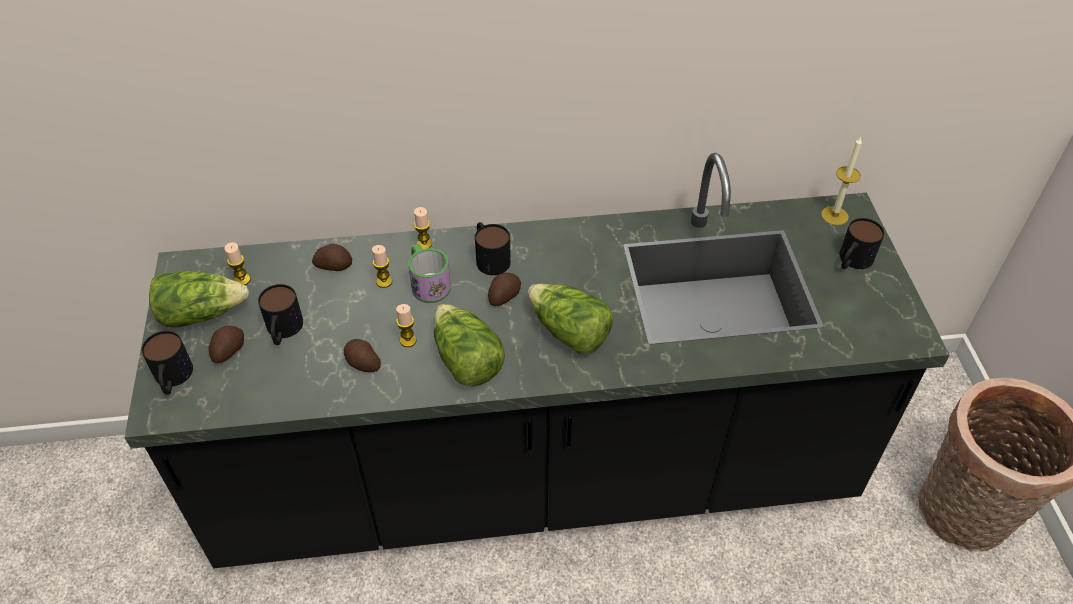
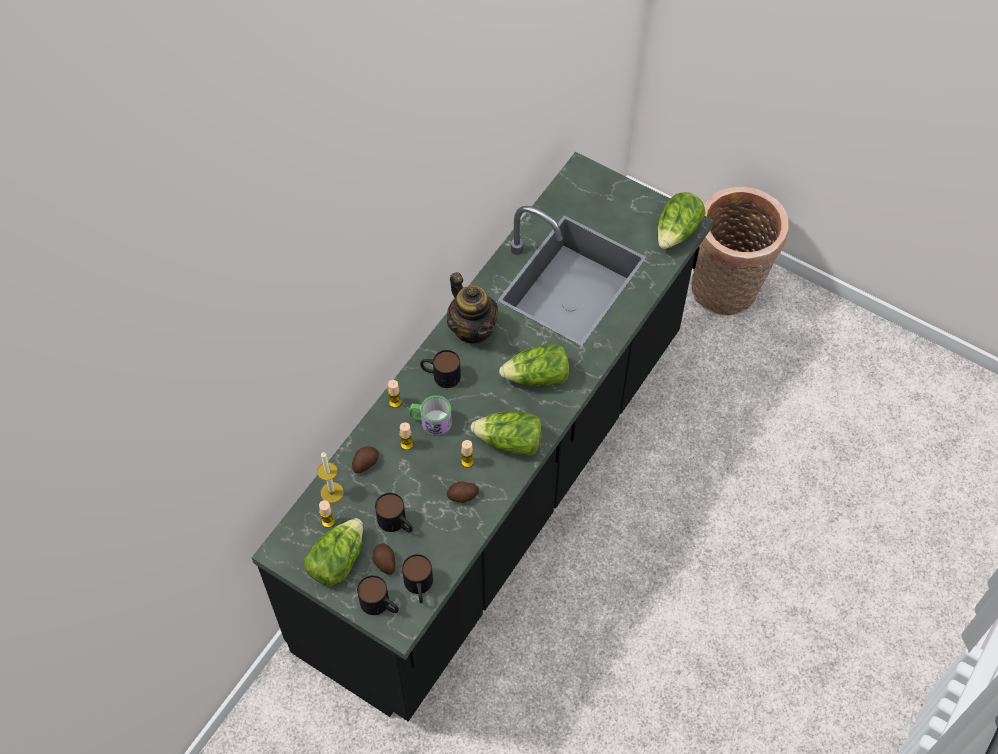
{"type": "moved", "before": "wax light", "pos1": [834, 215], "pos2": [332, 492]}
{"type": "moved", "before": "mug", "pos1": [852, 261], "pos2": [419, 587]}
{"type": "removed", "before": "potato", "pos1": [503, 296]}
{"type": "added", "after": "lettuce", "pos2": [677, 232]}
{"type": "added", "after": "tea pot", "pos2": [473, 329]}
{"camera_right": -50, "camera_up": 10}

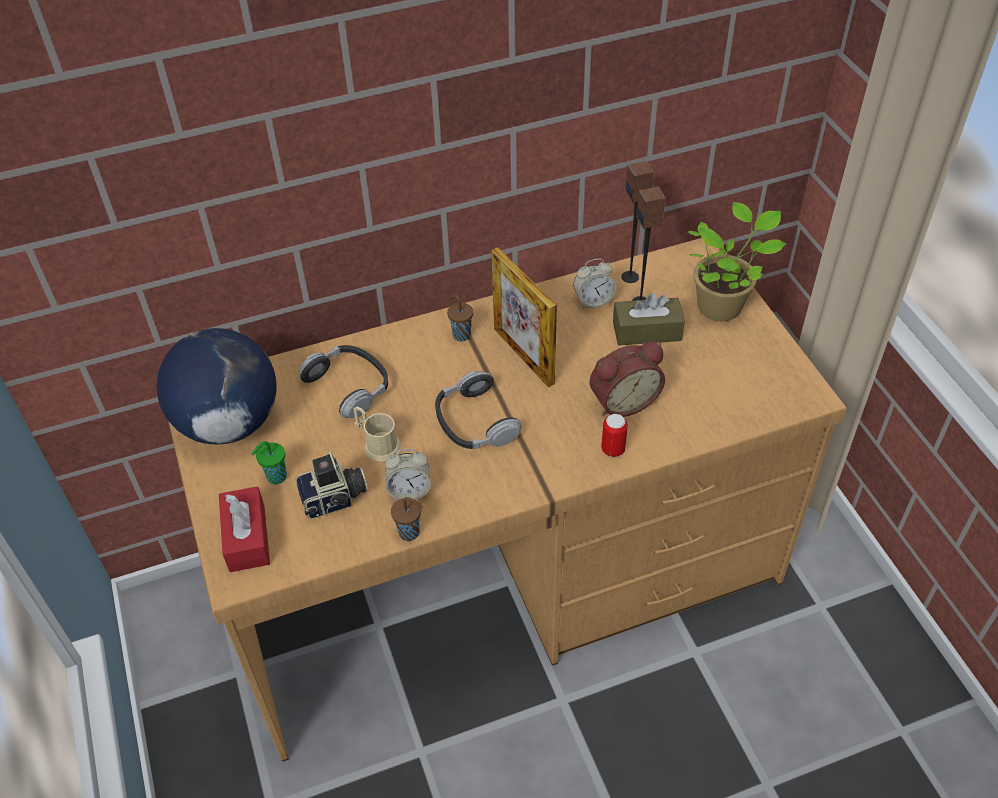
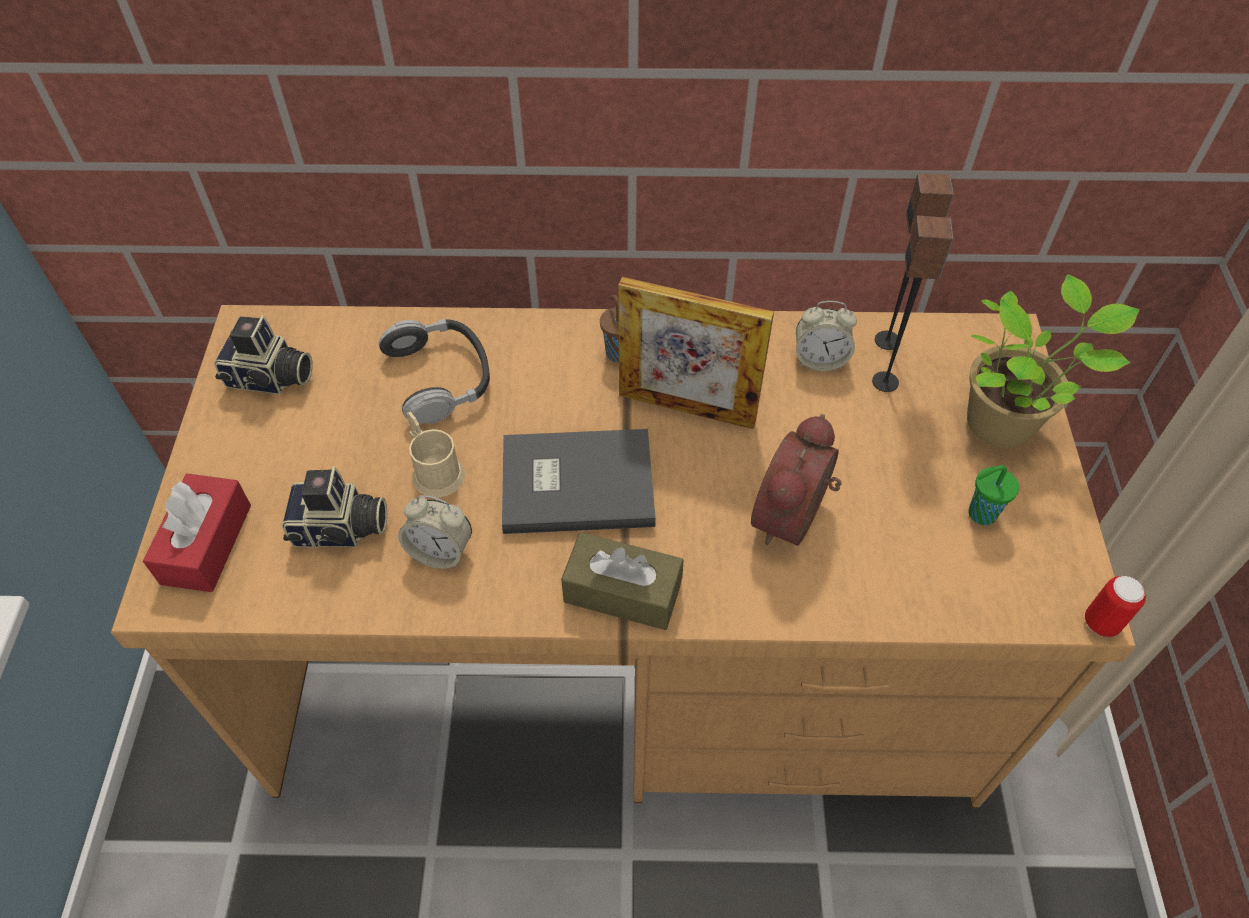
{"type": "turned", "before": "picture frame", "pos1": [523, 356], "pos2": [686, 408], "turn": -60}
{"type": "moved", "before": "brownish tissue holder", "pos1": [647, 331], "pos2": [622, 592]}
{"type": "replaced", "before": "world globe", "after": "photo camera", "pos1": [228, 423], "pos2": [270, 379]}
{"type": "turned", "before": "table clock", "pos1": [622, 400], "pos2": [794, 519], "turn": 120}
{"type": "replaced", "before": "headphones", "after": "gray bound book", "pos1": [474, 422], "pos2": [575, 481]}
{"type": "moved", "before": "can", "pos1": [613, 450], "pos2": [1101, 623]}
{"type": "moved", "before": "green cup", "pos1": [275, 477], "pos2": [980, 514]}
{"type": "removed", "before": "brownish cup", "pos1": [410, 533]}
{"camera_right": 20, "camera_up": 5}

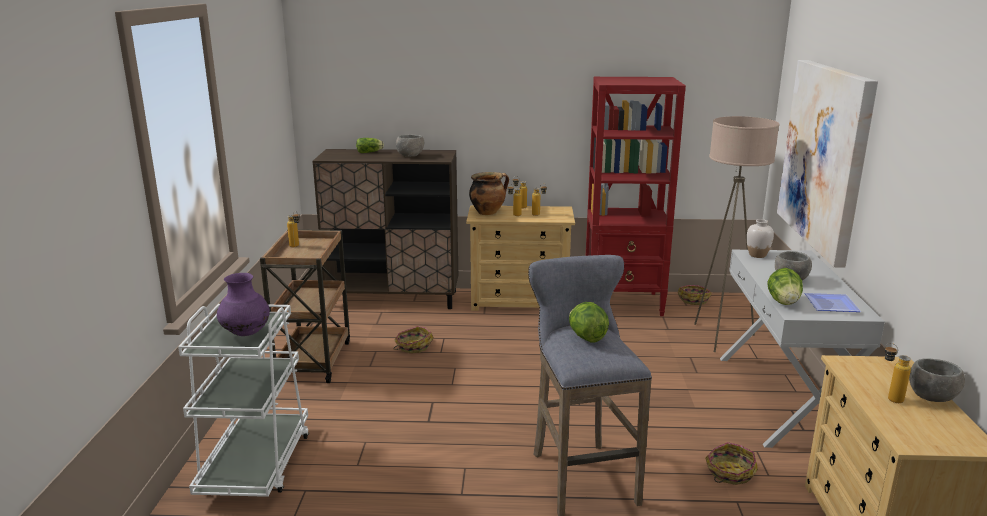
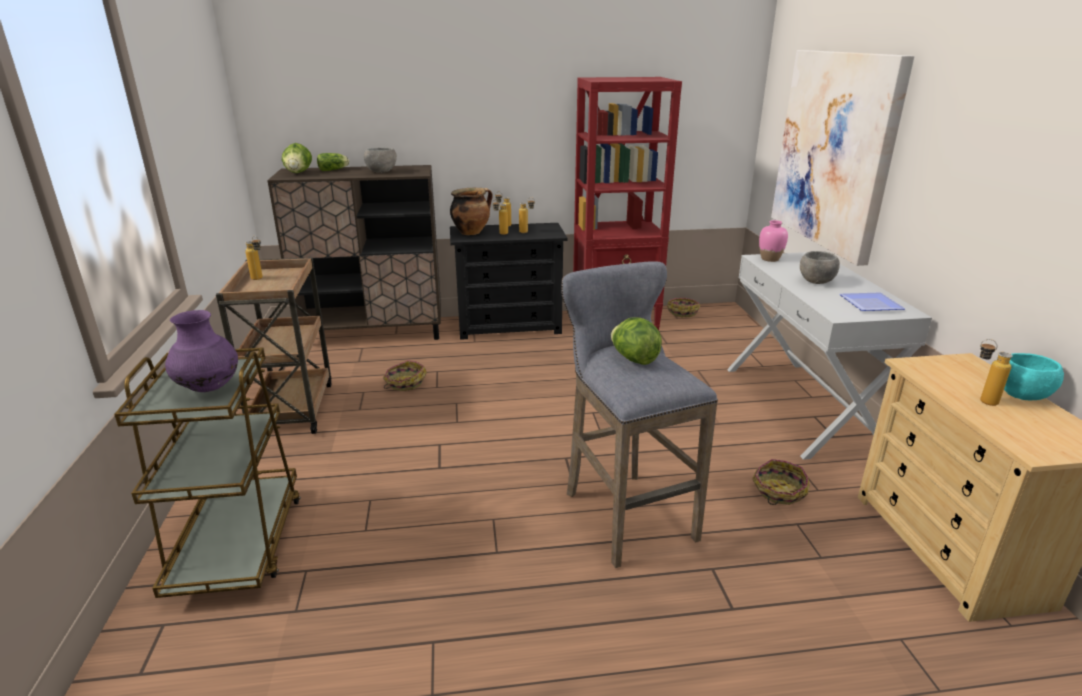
{"type": "removed", "before": "beige-coloured standing lamp", "pos1": [720, 337]}
{"type": "recoloured", "before": "beige-coloured chest of drawers", "after": "black chest of drawers", "pos1": [520, 301], "pos2": [509, 326]}
{"type": "recoloured", "before": "white-coloured decorative vase", "after": "pink-coloured decorative vase", "pos1": [757, 255], "pos2": [770, 259]}
{"type": "moved", "before": "lettuce", "pos1": [783, 302], "pos2": [298, 172]}
{"type": "recoloured", "before": "white-coloured trolley", "after": "brownish trolley", "pos1": [256, 464], "pos2": [238, 544]}
{"type": "recoloured", "before": "gray serving bowl", "after": "turquoise serving bowl", "pos1": [930, 397], "pos2": [1021, 396]}
{"camera_right": -10, "camera_up": 5}

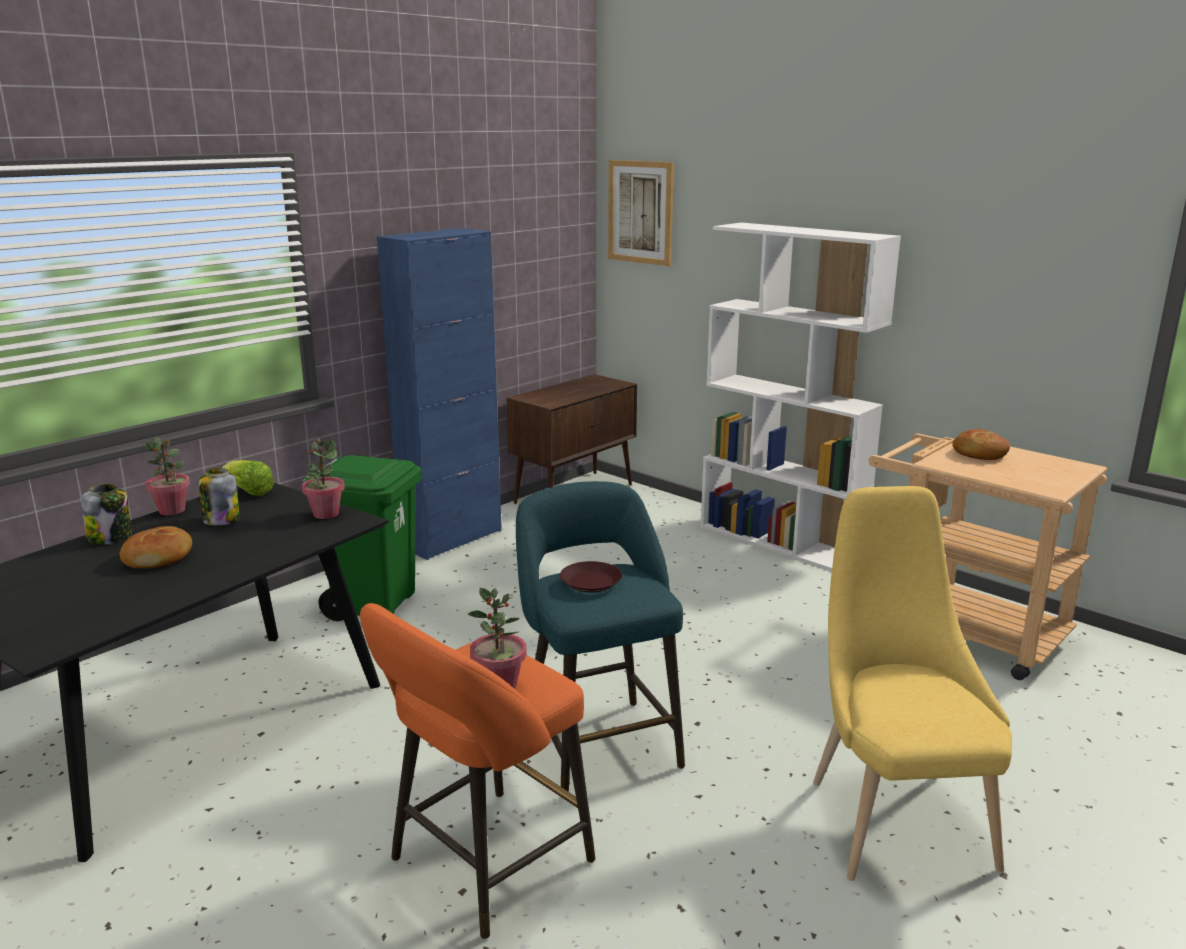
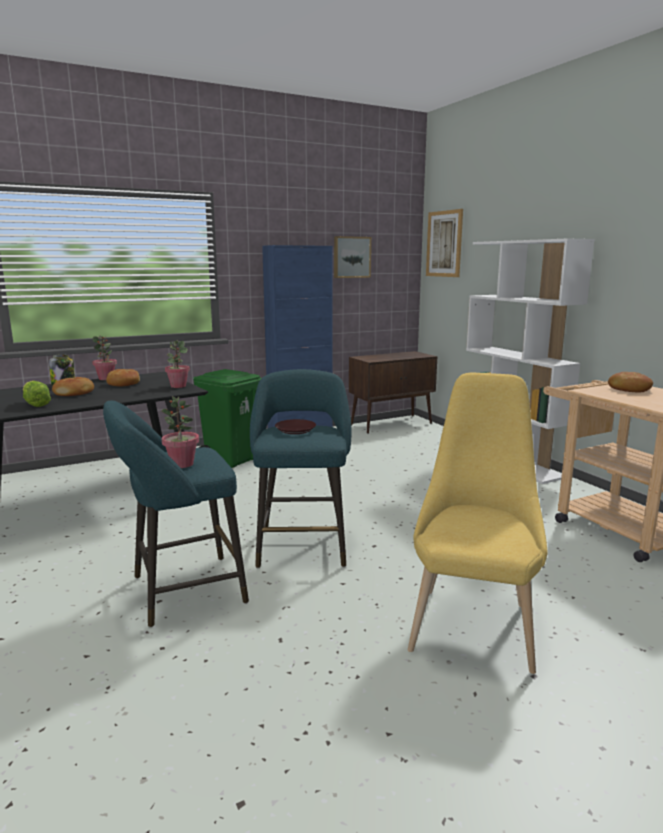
{"type": "moved", "before": "lettuce", "pos1": [248, 492], "pos2": [36, 404]}
{"type": "replaced", "before": "preserve jar", "after": "bakery bread", "pos1": [221, 520], "pos2": [123, 384]}
{"type": "recoloured", "before": "orangey stool seat", "after": "turquoise stool seat", "pos1": [483, 866], "pos2": [181, 591]}
{"type": "added", "after": "picture", "pos2": [351, 257]}
{"camera_right": 20, "camera_up": -5}

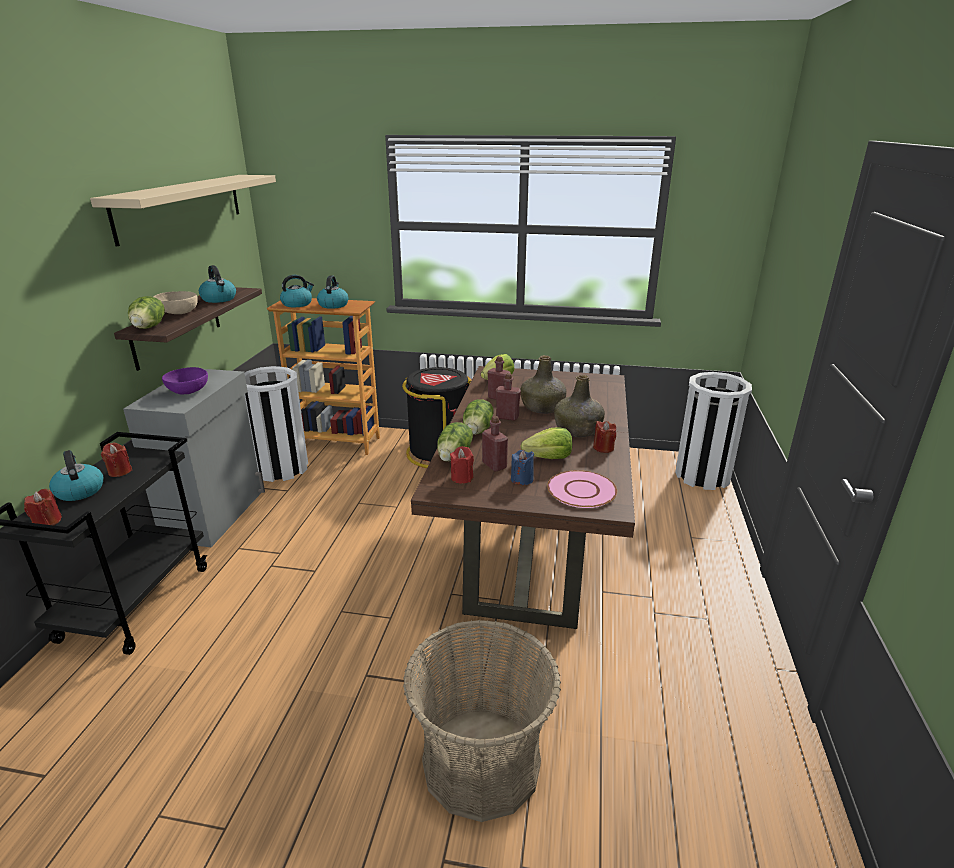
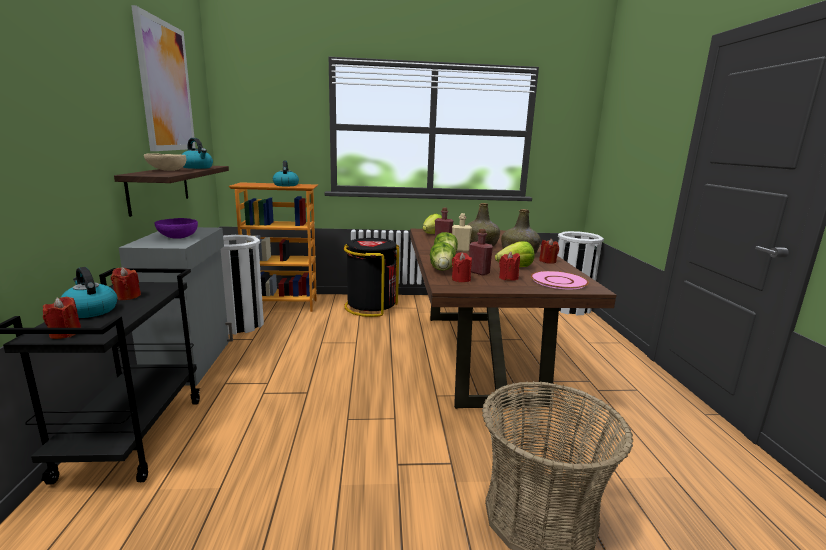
{"type": "replaced", "before": "beige-coloured bracket shelf", "after": "picture", "pos1": [181, 206], "pos2": [166, 87]}
{"type": "removed", "before": "tea kettle", "pos1": [297, 304]}
{"type": "removed", "before": "lettuce", "pos1": [149, 327]}
{"type": "recoloured", "before": "reddish drink bottle", "after": "beige-coloured drink bottle", "pos1": [507, 417], "pos2": [460, 250]}
{"type": "recoloured", "before": "blue wax light", "after": "reddish wax light", "pos1": [522, 479], "pos2": [508, 278]}
{"camera_right": -15, "camera_up": -10}

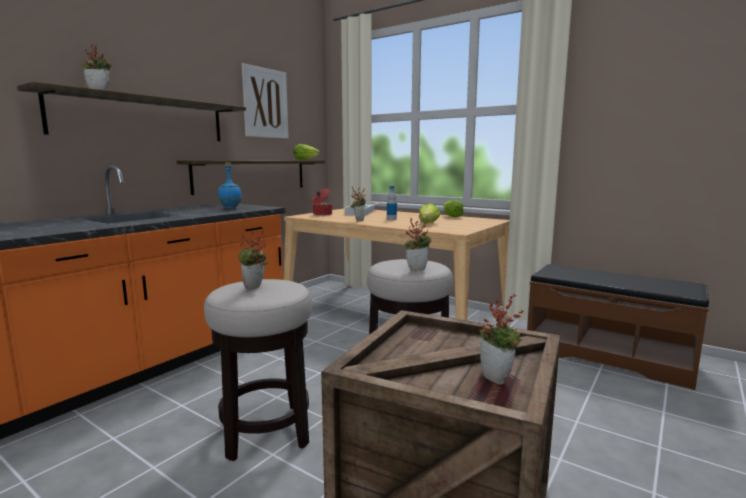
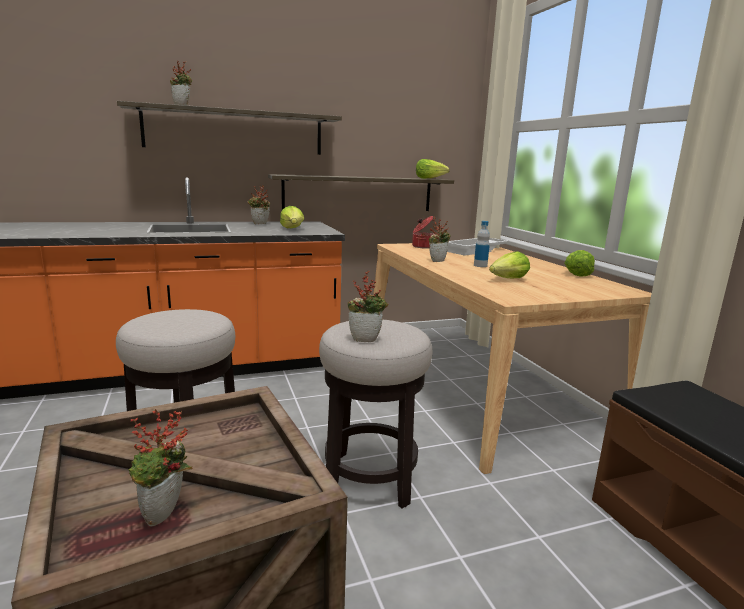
{"type": "removed", "before": "picture", "pos1": [265, 103]}
{"type": "replaced", "before": "blue drink bottle", "after": "lettuce", "pos1": [230, 208], "pos2": [293, 229]}
{"type": "moved", "before": "houseplant", "pos1": [254, 288], "pos2": [259, 224]}
{"camera_right": 35, "camera_up": 5}

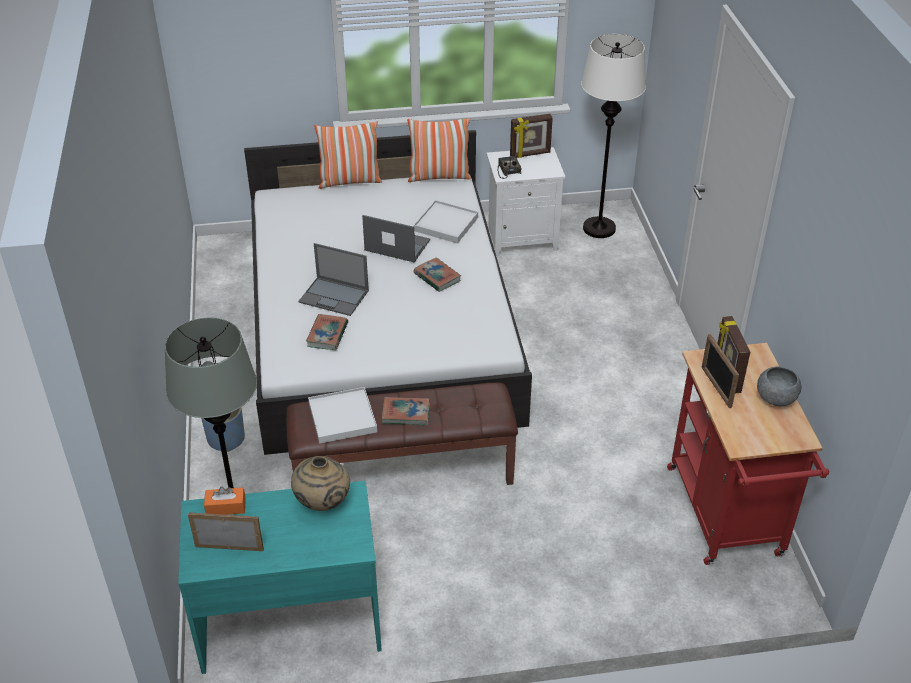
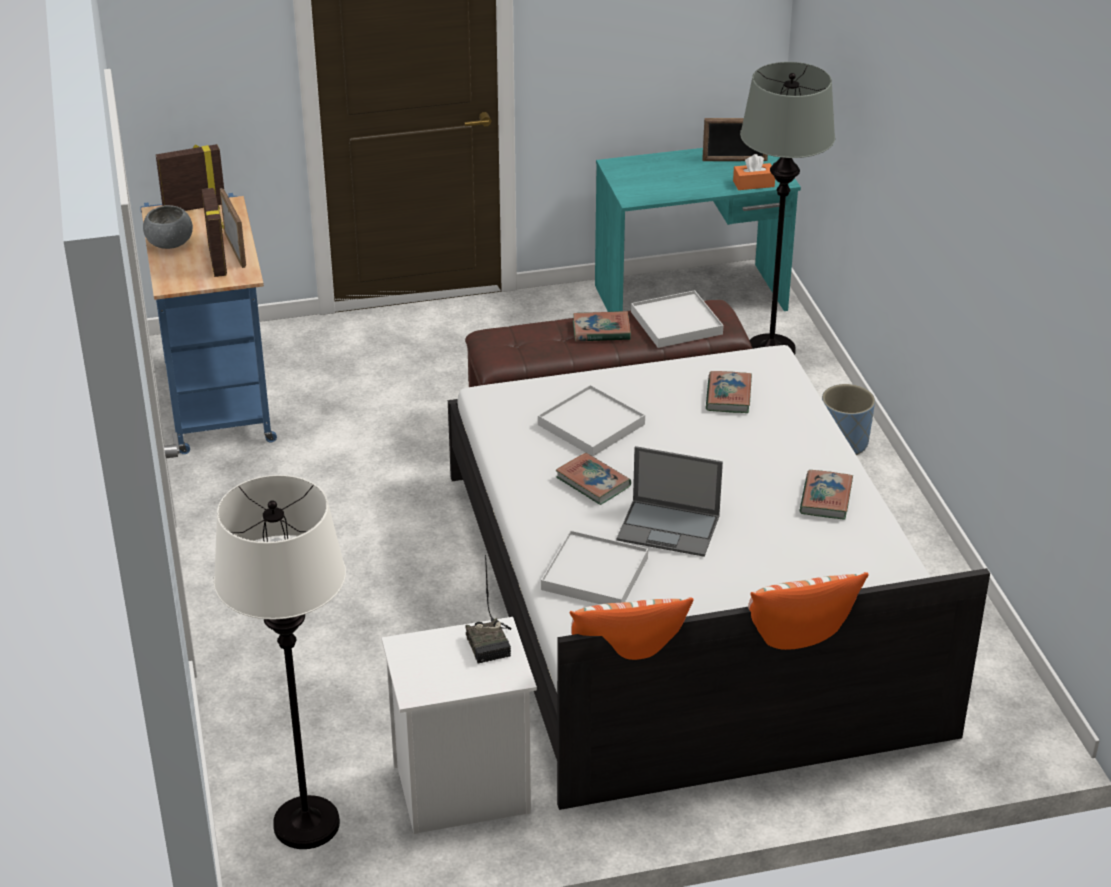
{"type": "moved", "before": "picture frame", "pos1": [530, 154], "pos2": [194, 207]}
{"type": "removed", "before": "notebook computer", "pos1": [334, 296]}
{"type": "recoloured", "before": "reddish trolley", "after": "blue trolley", "pos1": [728, 518], "pos2": [217, 398]}
{"type": "removed", "before": "beige-coloured decorative vase", "pos1": [322, 503]}
{"type": "added", "after": "white-coloured serving tray", "pos2": [591, 425]}
{"type": "added", "after": "bound book", "pos2": [826, 498]}
{"camera_right": 175, "camera_up": -5}

